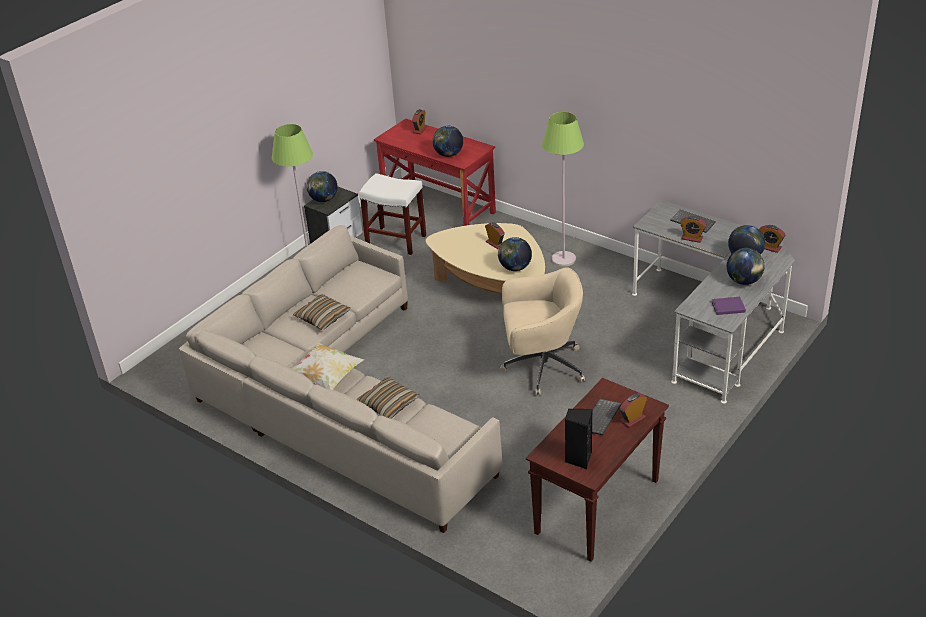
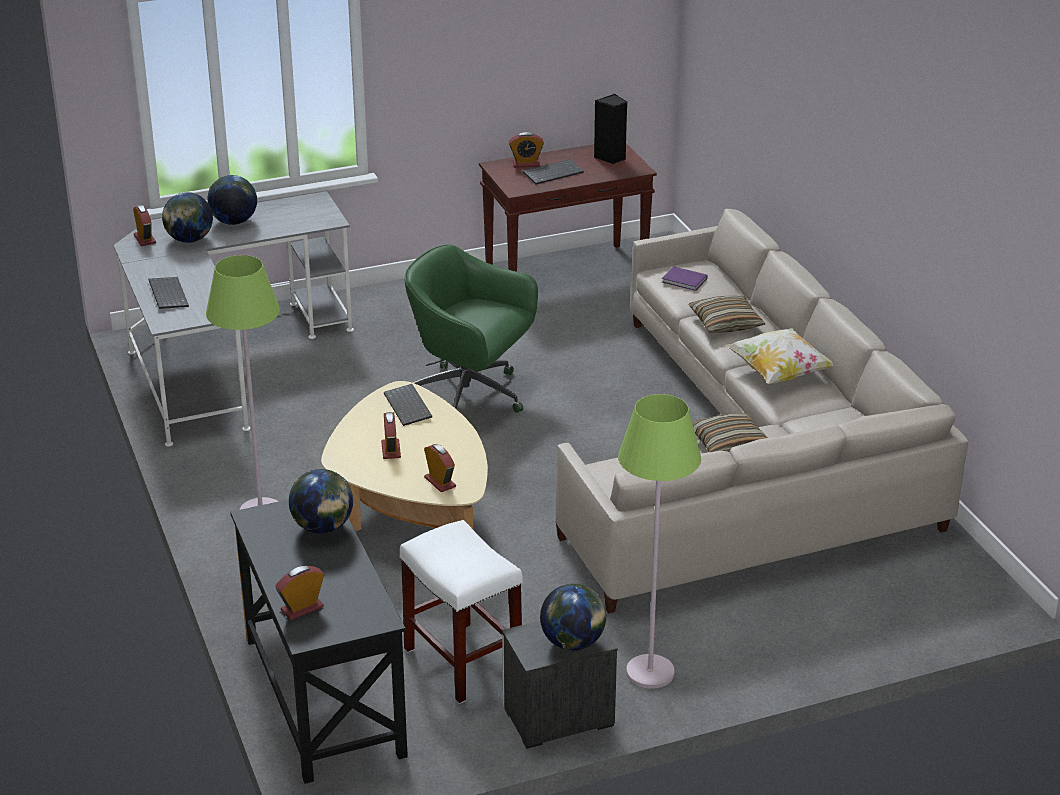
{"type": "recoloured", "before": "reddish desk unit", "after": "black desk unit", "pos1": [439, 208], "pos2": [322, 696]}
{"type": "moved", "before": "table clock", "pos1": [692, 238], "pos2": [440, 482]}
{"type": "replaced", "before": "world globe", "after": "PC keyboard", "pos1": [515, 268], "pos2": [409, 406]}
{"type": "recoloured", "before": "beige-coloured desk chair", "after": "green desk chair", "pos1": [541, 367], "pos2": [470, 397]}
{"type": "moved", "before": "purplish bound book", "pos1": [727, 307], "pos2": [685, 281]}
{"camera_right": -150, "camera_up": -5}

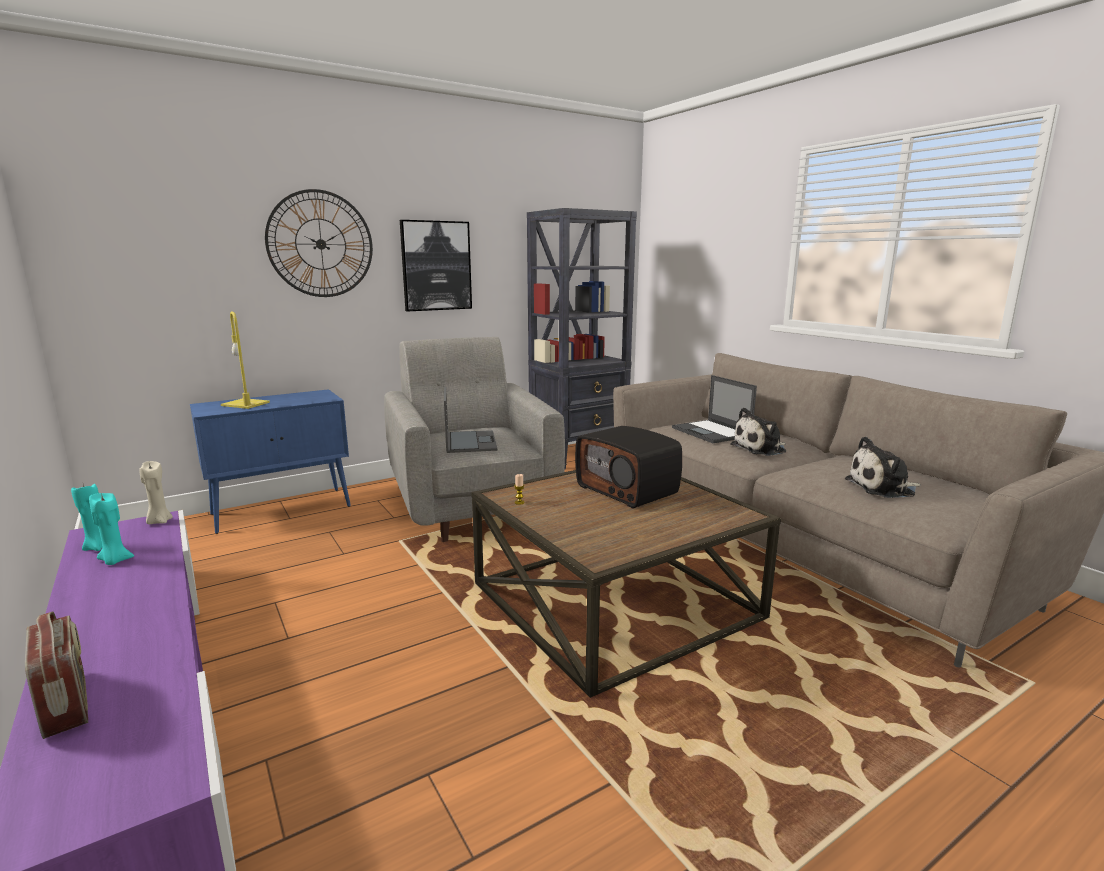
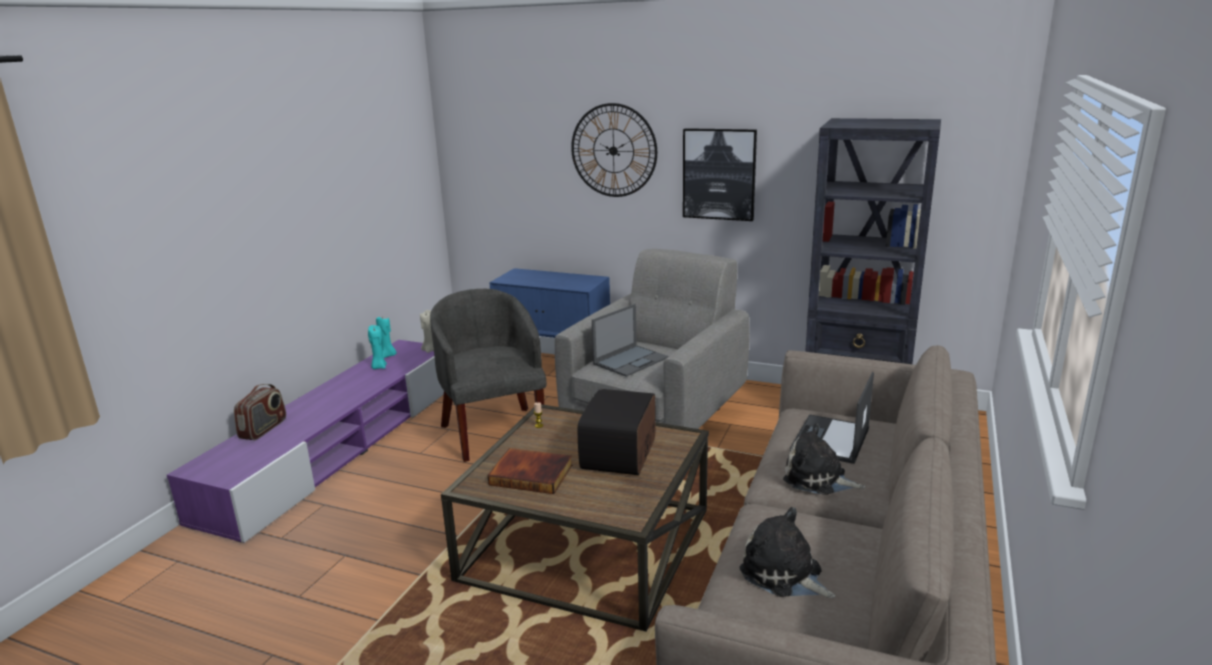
{"type": "removed", "before": "yellow table lamp", "pos1": [246, 404]}
{"type": "added", "after": "gray easy chair", "pos2": [493, 431]}
{"type": "added", "after": "bound book", "pos2": [532, 474]}
{"camera_right": 55, "camera_up": 5}

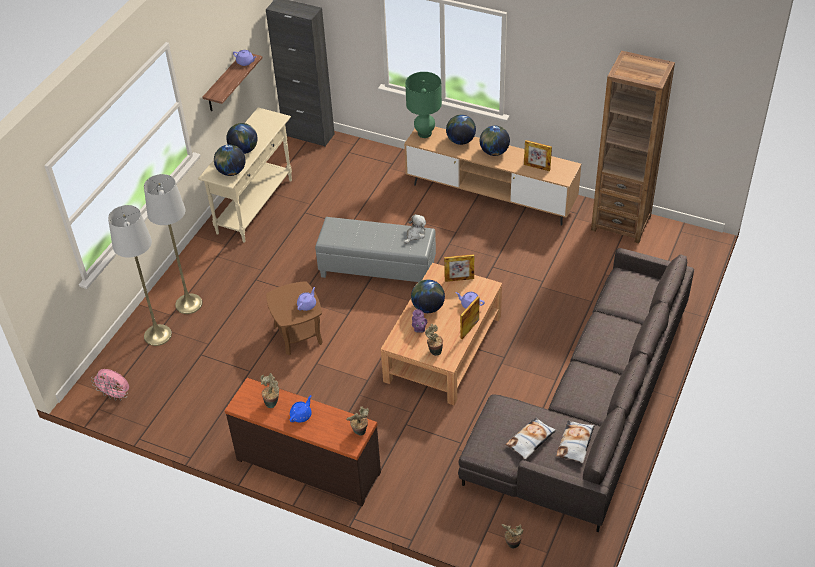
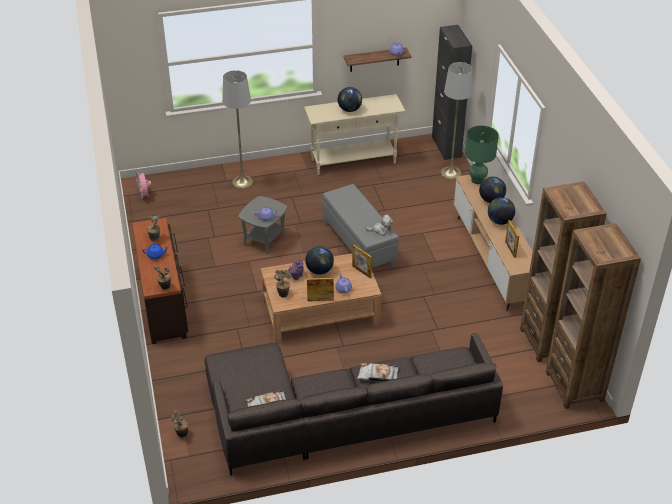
{"type": "removed", "before": "world globe", "pos1": [231, 172]}
{"type": "moved", "before": "gray standing lamp", "pos1": [157, 335], "pos2": [450, 173]}
{"type": "recoloured", "before": "brownish side table", "after": "gray side table", "pos1": [298, 334], "pos2": [264, 240]}
{"type": "moved", "before": "cushion", "pos1": [531, 440], "pos2": [378, 375]}
{"type": "added", "after": "brownish bookcase", "pos2": [574, 386]}
{"camera_right": 50, "camera_up": -5}

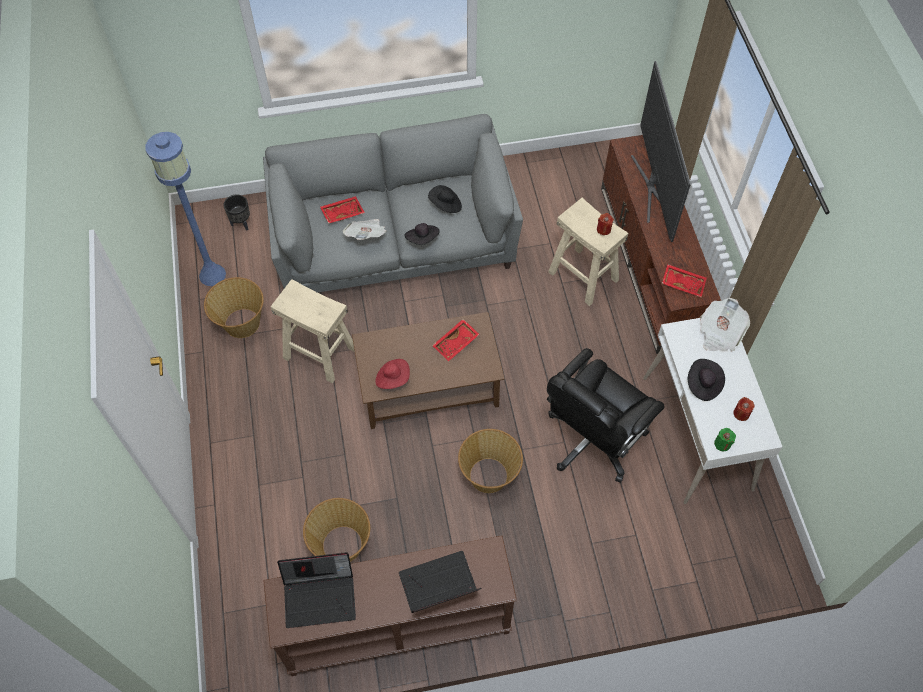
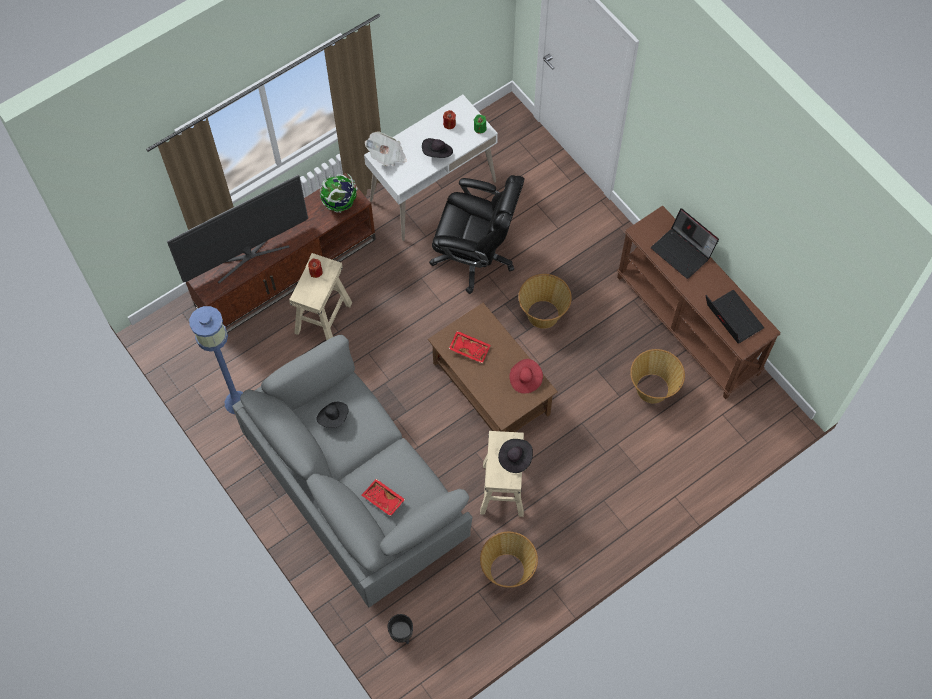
{"type": "moved", "before": "blue standing lamp", "pos1": [212, 274], "pos2": [236, 402]}
{"type": "removed", "before": "newspaper", "pos1": [366, 236]}
{"type": "moved", "before": "black wearable hat", "pos1": [422, 239], "pos2": [515, 458]}
{"type": "replaced", "before": "reddish serving tray", "after": "world globe", "pos1": [683, 283], "pos2": [340, 203]}
{"camera_right": -115, "camera_up": 5}

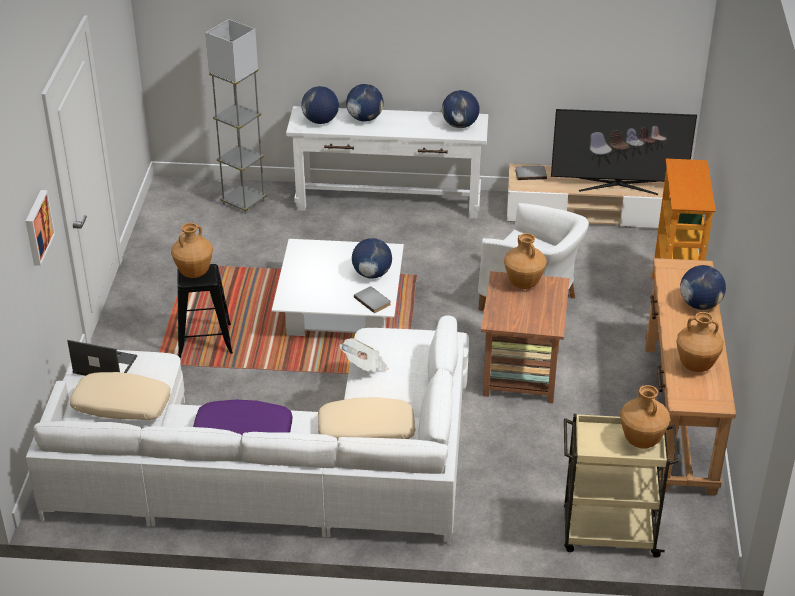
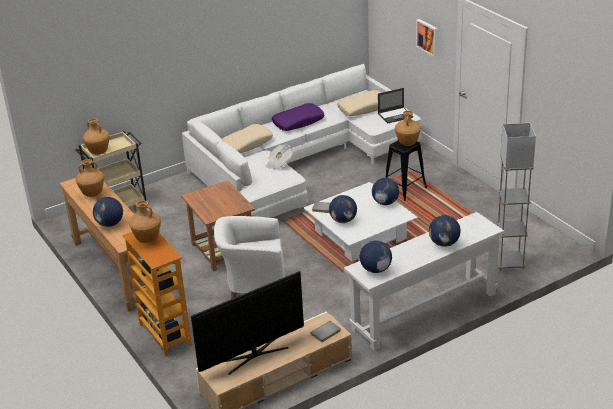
{"type": "moved", "before": "world globe", "pos1": [320, 121], "pos2": [385, 202]}
{"type": "moved", "before": "brownish decorative vase", "pos1": [523, 284], "pos2": [147, 239]}
{"camera_right": 145, "camera_up": -5}

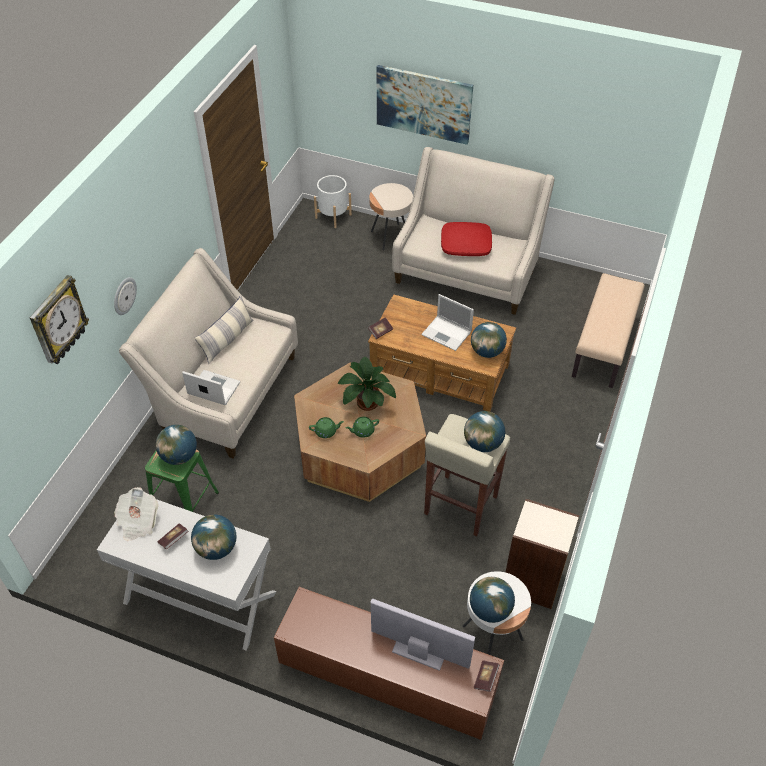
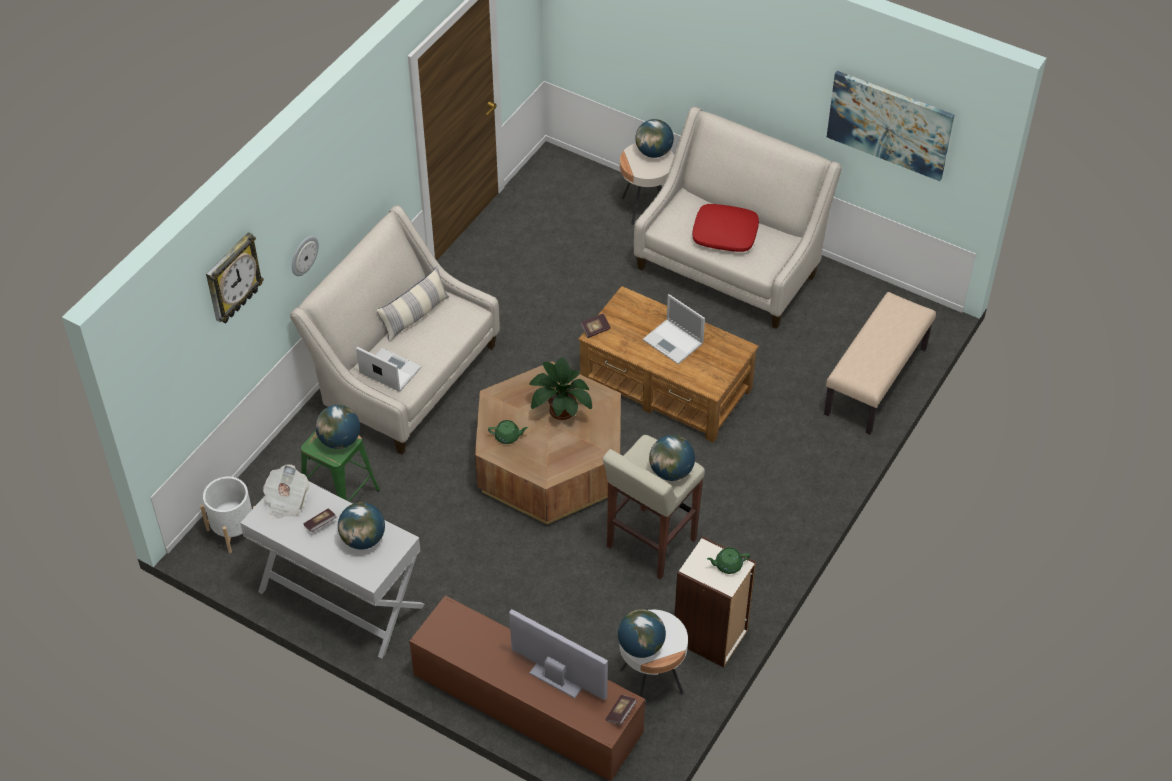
{"type": "moved", "before": "picture", "pos1": [423, 104], "pos2": [889, 124]}
{"type": "moved", "before": "white-coloured plant pot", "pos1": [333, 216], "pos2": [234, 530]}
{"type": "moved", "before": "world globe", "pos1": [487, 351], "pos2": [654, 152]}
{"type": "moved", "before": "green tea pot", "pos1": [362, 431], "pos2": [727, 565]}
{"camera_right": 10, "camera_up": 0}

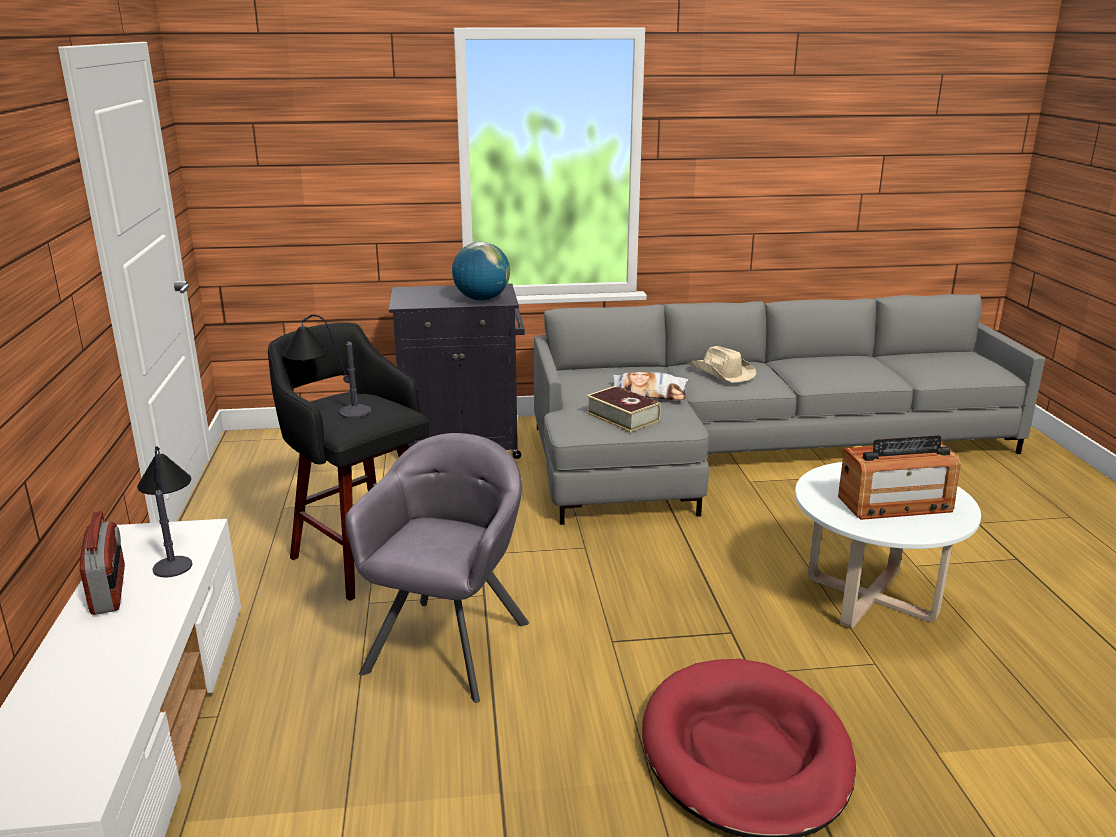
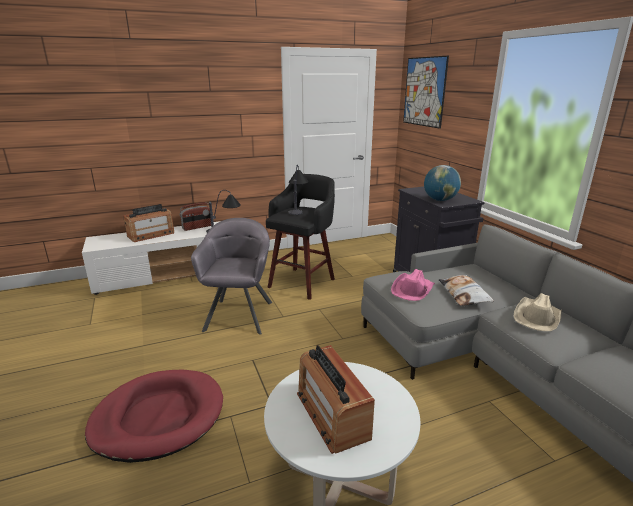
{"type": "replaced", "before": "bound book", "after": "pink-coloured wearable hat", "pos1": [622, 417], "pos2": [412, 289]}
{"type": "turned", "before": "gray easy chair", "pos1": [449, 646], "pos2": [239, 315], "turn": -90}
{"type": "added", "after": "picture", "pos2": [424, 92]}
{"type": "added", "after": "radio", "pos2": [151, 235]}
{"camera_right": 75, "camera_up": 0}

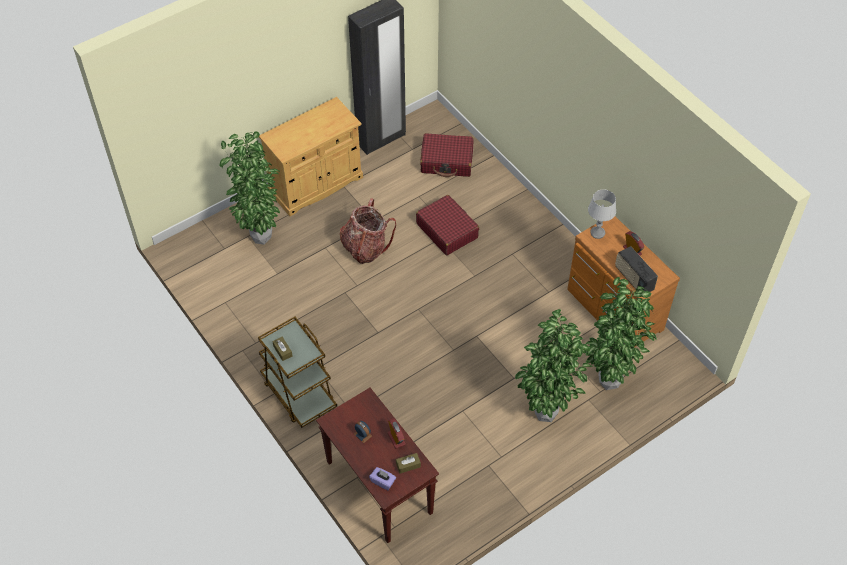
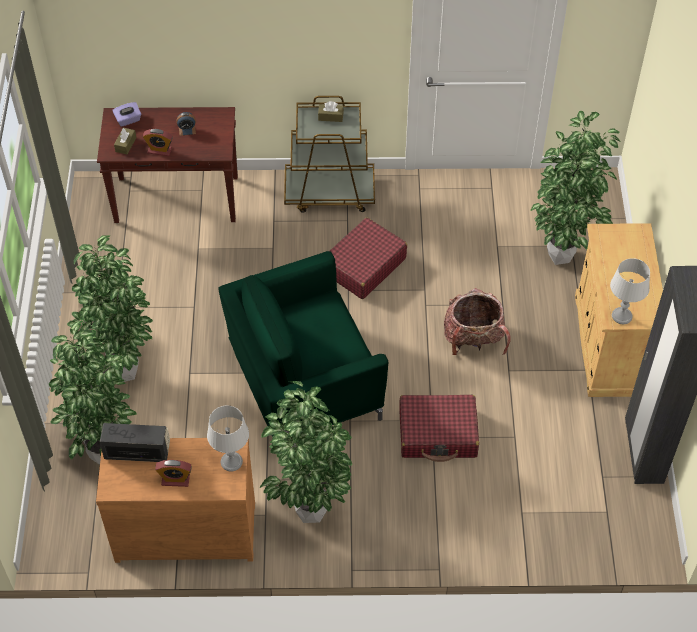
{"type": "moved", "before": "reddish piece of luggage", "pos1": [447, 161], "pos2": [364, 266]}
{"type": "added", "after": "green easy chair", "pos2": [303, 383]}
{"type": "added", "after": "gray table lamp", "pos2": [621, 316]}
{"type": "added", "after": "houseplant", "pos2": [308, 515]}
{"camera_right": 125, "camera_up": 0}

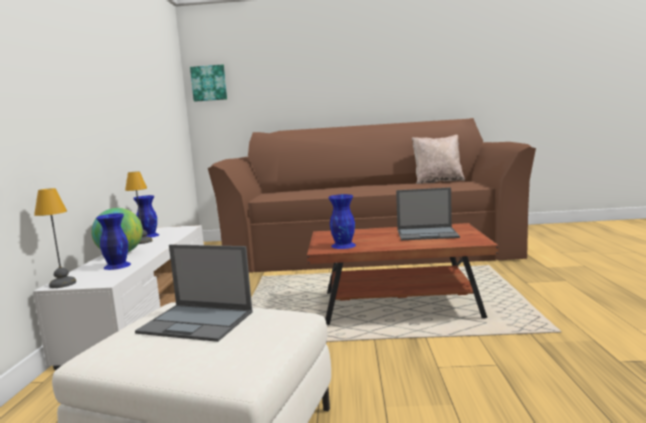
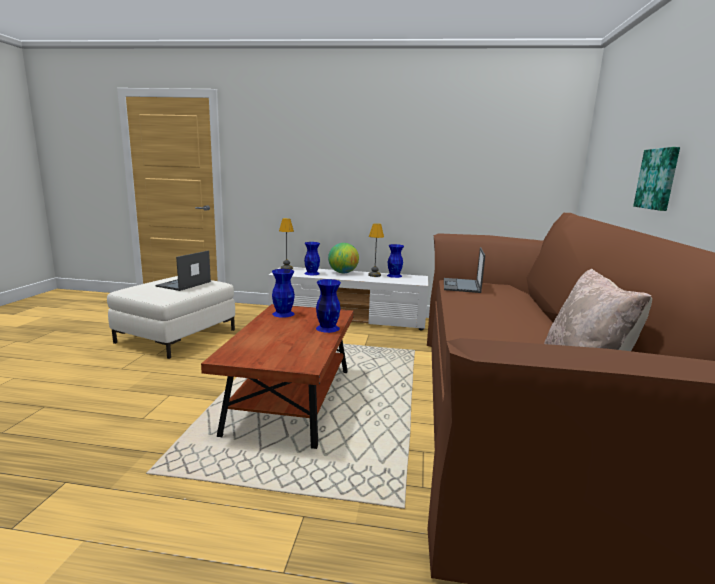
{"type": "moved", "before": "picture", "pos1": [209, 83], "pos2": [658, 179]}
{"type": "moved", "before": "notebook computer", "pos1": [428, 234], "pos2": [461, 286]}
{"type": "added", "after": "blue decorative vase", "pos2": [327, 328]}
{"camera_right": 95, "camera_up": 5}

